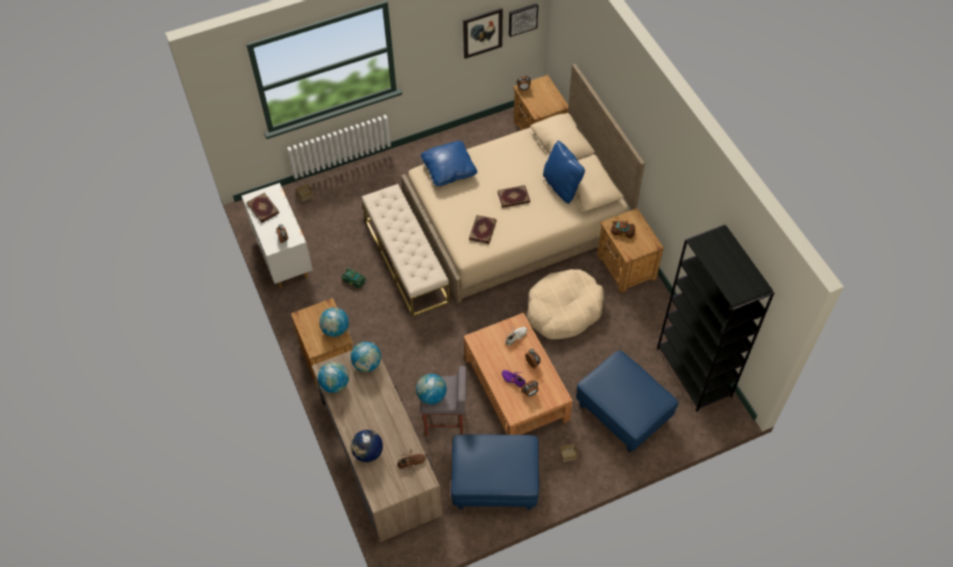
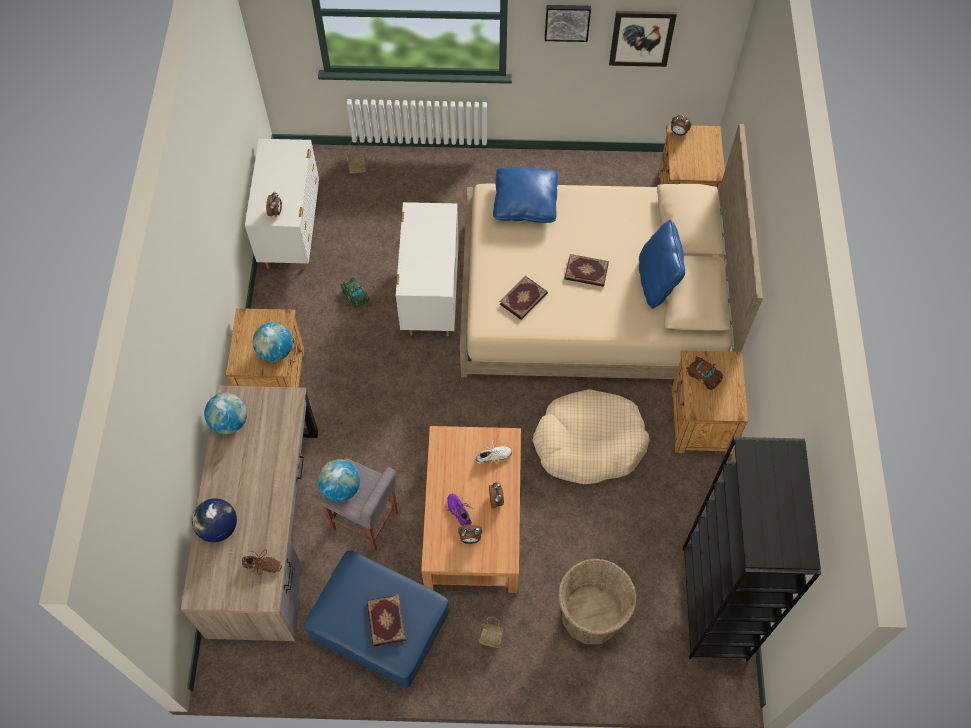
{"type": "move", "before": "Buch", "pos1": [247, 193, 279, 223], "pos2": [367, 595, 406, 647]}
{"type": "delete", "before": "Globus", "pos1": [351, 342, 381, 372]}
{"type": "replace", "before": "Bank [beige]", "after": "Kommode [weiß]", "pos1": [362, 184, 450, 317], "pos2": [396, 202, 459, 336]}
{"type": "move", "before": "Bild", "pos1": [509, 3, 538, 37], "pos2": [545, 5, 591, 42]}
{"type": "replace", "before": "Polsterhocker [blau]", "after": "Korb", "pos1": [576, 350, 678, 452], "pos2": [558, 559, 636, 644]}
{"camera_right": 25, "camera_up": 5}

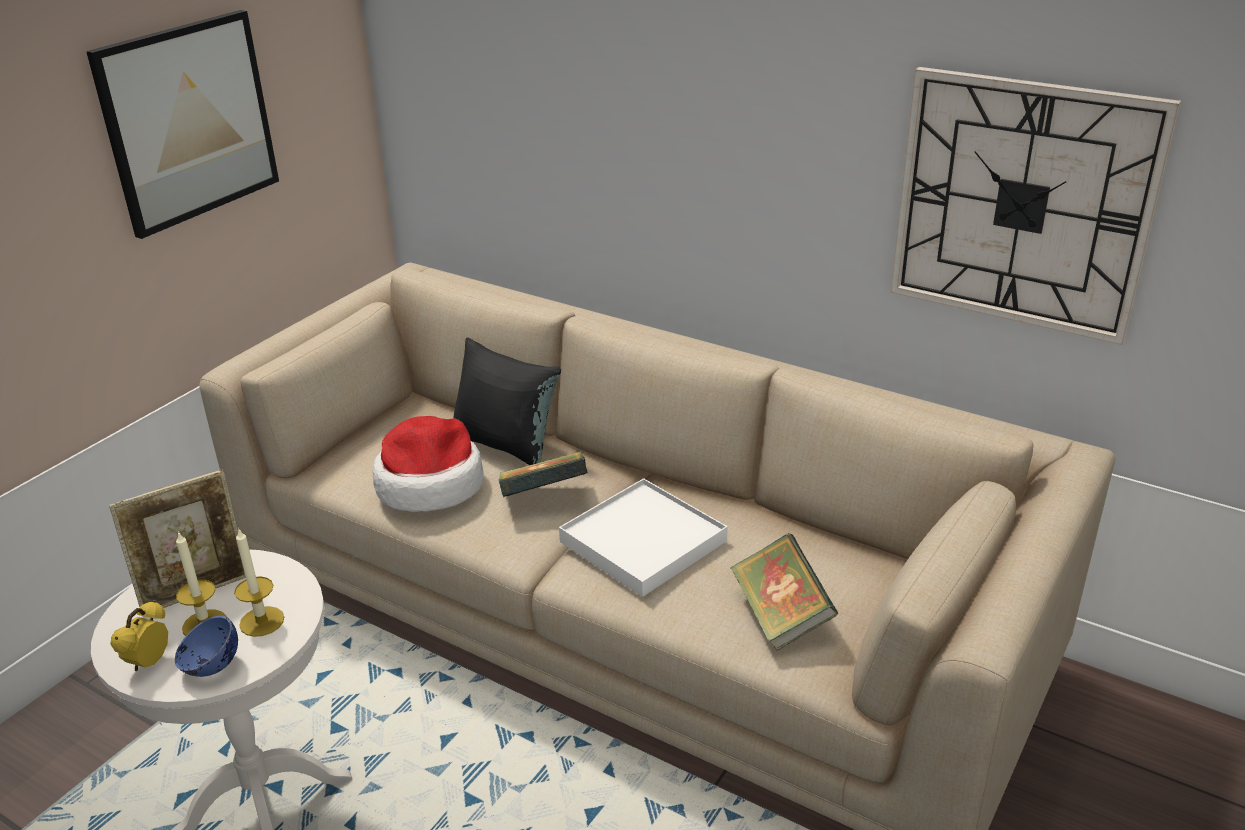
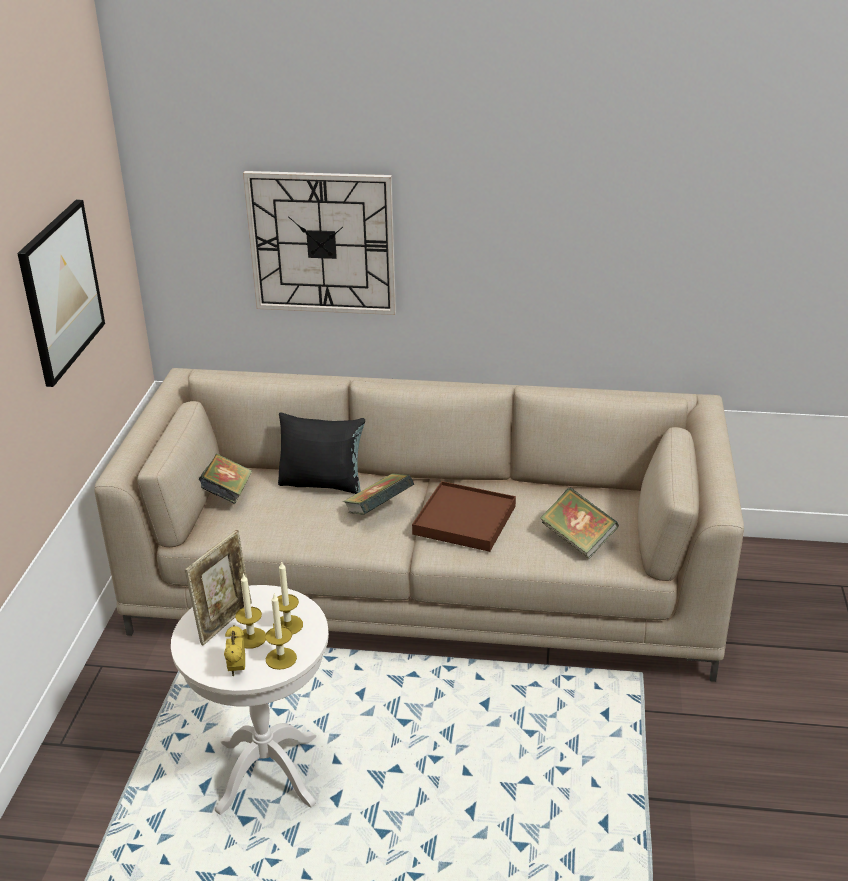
{"type": "replace", "before": "Schüssel [blau]", "after": "Kerze", "pos1": [175, 616, 238, 677], "pos2": [265, 594, 297, 670]}
{"type": "delete", "before": "Hut", "pos1": [373, 416, 484, 512]}
{"type": "recolor", "before": "Tablett [weiß]", "after": "Tablett [braun]", "pos1": [559, 478, 728, 597], "pos2": [412, 481, 516, 552]}
{"type": "move", "before": "Wanduhr", "pos1": [891, 67, 1181, 345], "pos2": [243, 171, 396, 315]}
{"type": "insert", "after": "Buch", "pos2": [199, 453, 252, 504]}
{"camera_right": -25, "camera_up": 0}

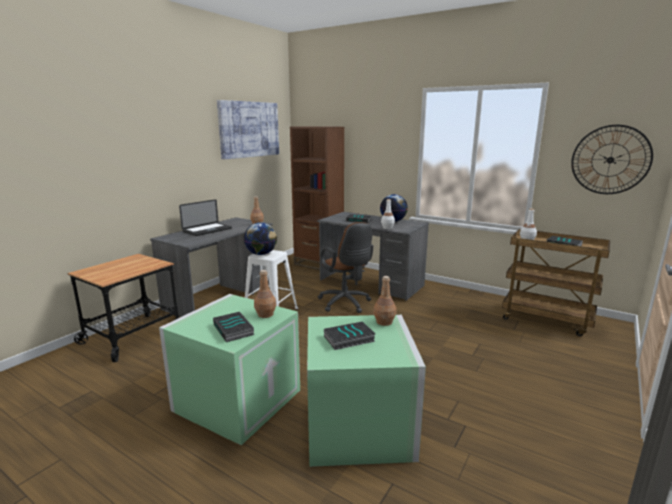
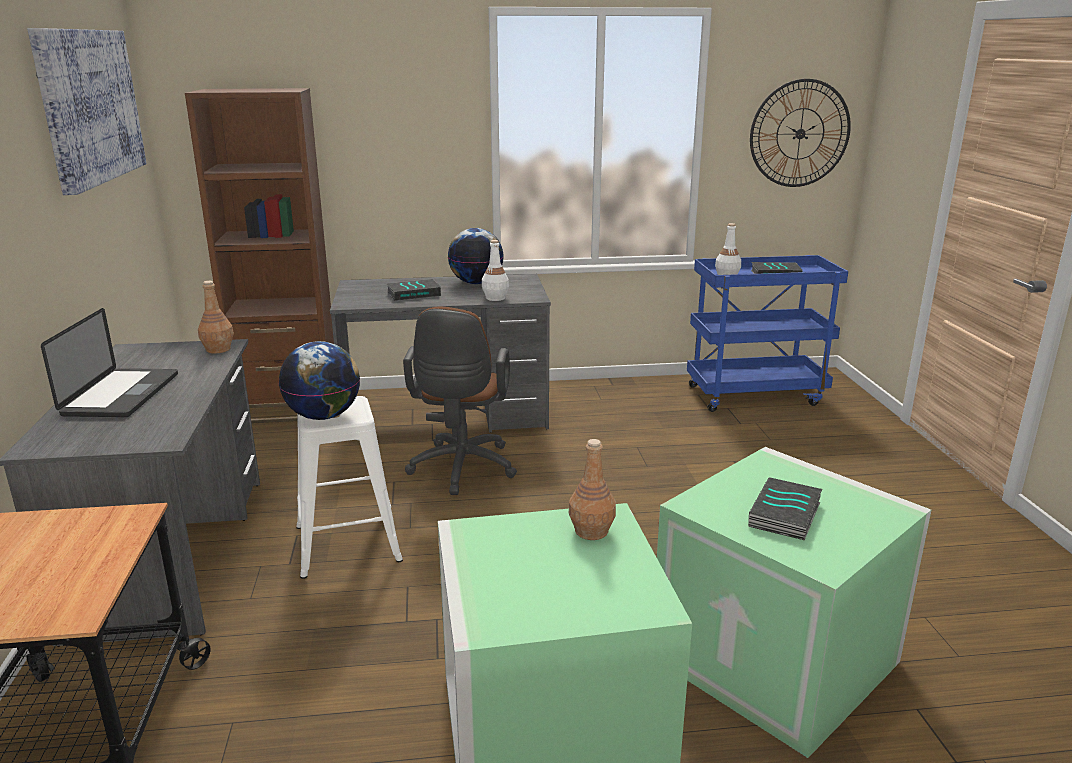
{"type": "delete", "before": "Buch", "pos1": [213, 312, 254, 342]}
{"type": "rotate", "before": "Bürostuhl [braun]", "pos1": [318, 222, 373, 313], "pos2": [403, 307, 517, 495], "turn": 75}
{"type": "delete", "before": "Flasche [braun]", "pos1": [373, 276, 396, 326]}
{"type": "recolor", "before": "Rollwagen [braun]", "after": "Rollwagen [blau]", "pos1": [502, 229, 610, 336], "pos2": [687, 255, 848, 412]}
{"camera_right": -40, "camera_up": 5}

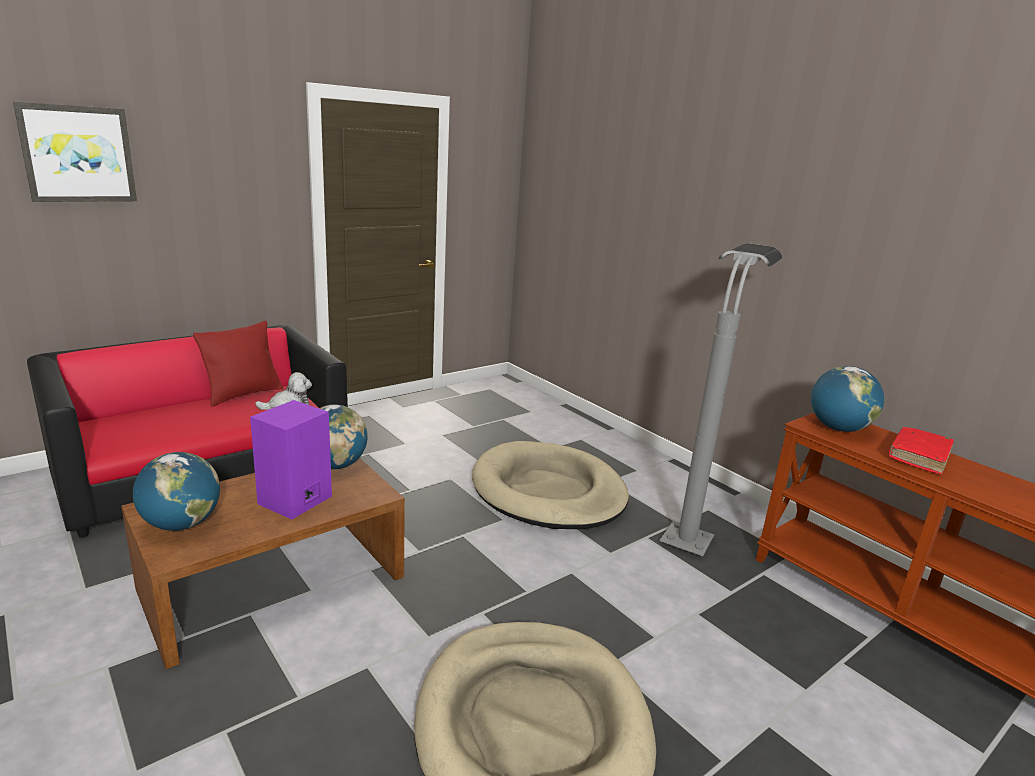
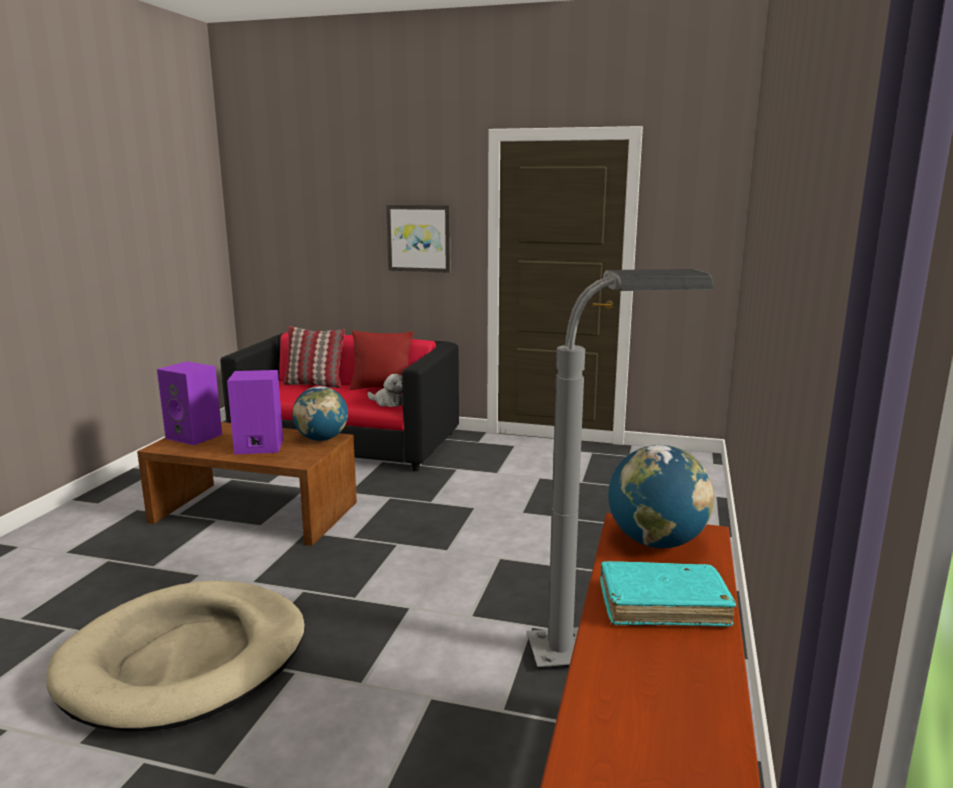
{"type": "move", "before": "Bild", "pos1": [13, 102, 137, 202], "pos2": [386, 205, 450, 273]}
{"type": "replace", "before": "Globus", "after": "Lautsprecher [lila]", "pos1": [133, 452, 220, 531], "pos2": [157, 361, 222, 445]}
{"type": "delete", "before": "Hundebett [beige]", "pos1": [472, 441, 629, 529]}
{"type": "recolor", "before": "Buch [rot]", "after": "Buch [türkis]", "pos1": [889, 427, 954, 475], "pos2": [600, 561, 736, 627]}
{"type": "insert", "after": "Kissen", "pos2": [283, 326, 345, 388]}
{"camera_right": 55, "camera_up": -5}

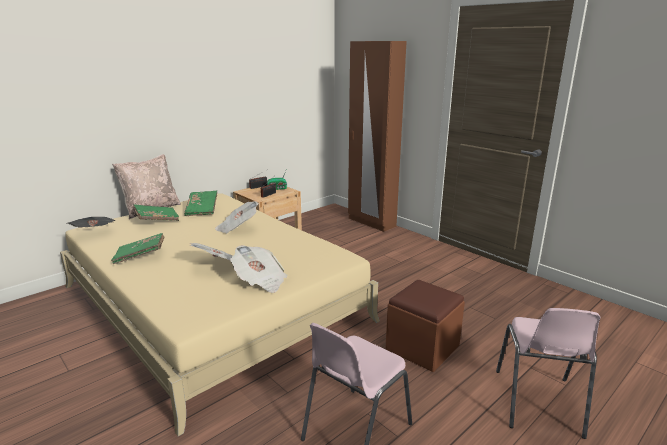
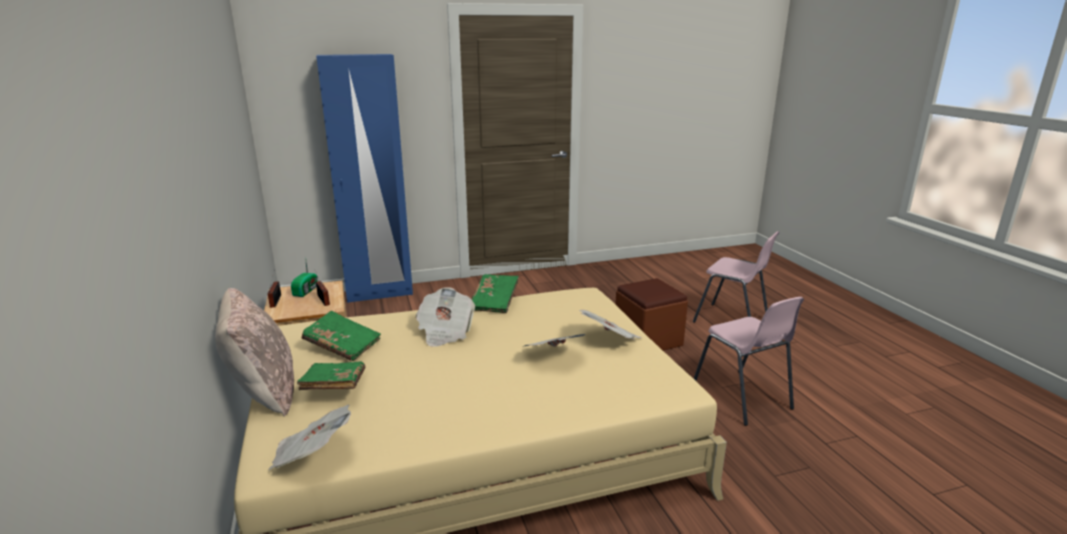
{"type": "move", "before": "Buch [grün]", "pos1": [111, 233, 165, 264], "pos2": [472, 274, 519, 313]}
{"type": "recolor", "before": "Kleiderschrank [braun]", "after": "Kleiderschrank [blau]", "pos1": [348, 41, 407, 232], "pos2": [316, 54, 413, 303]}
{"camera_right": -65, "camera_up": 0}

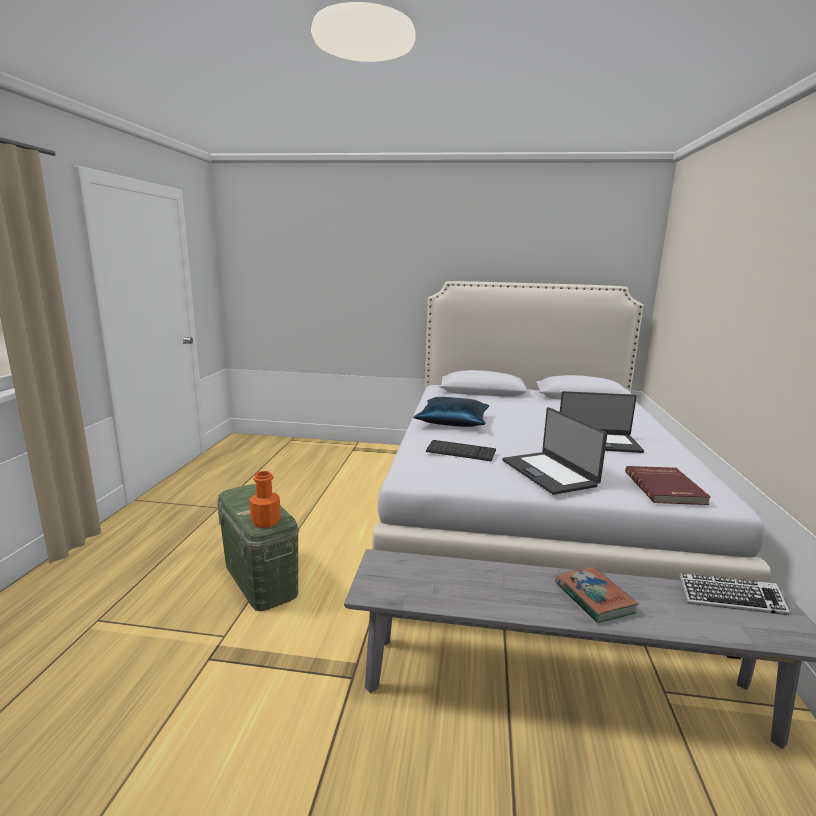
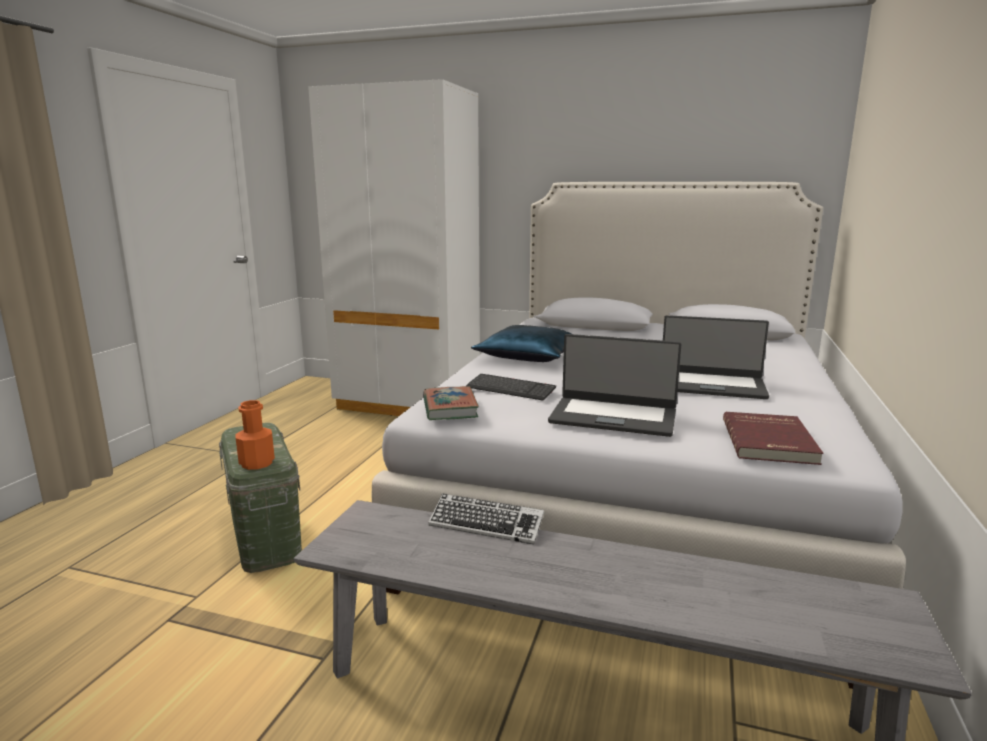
{"type": "rotate", "before": "Laptop", "pos1": [502, 407, 607, 495], "pos2": [548, 334, 681, 437], "turn": -60}
{"type": "move", "before": "Buch", "pos1": [555, 567, 639, 623], "pos2": [423, 386, 479, 420]}
{"type": "move", "before": "Tastatur", "pos1": [679, 573, 790, 615], "pos2": [428, 494, 544, 544]}
{"type": "insert", "after": "Kleiderschrank [weiß]", "pos2": [308, 79, 480, 416]}
{"camera_right": 10, "camera_up": 0}

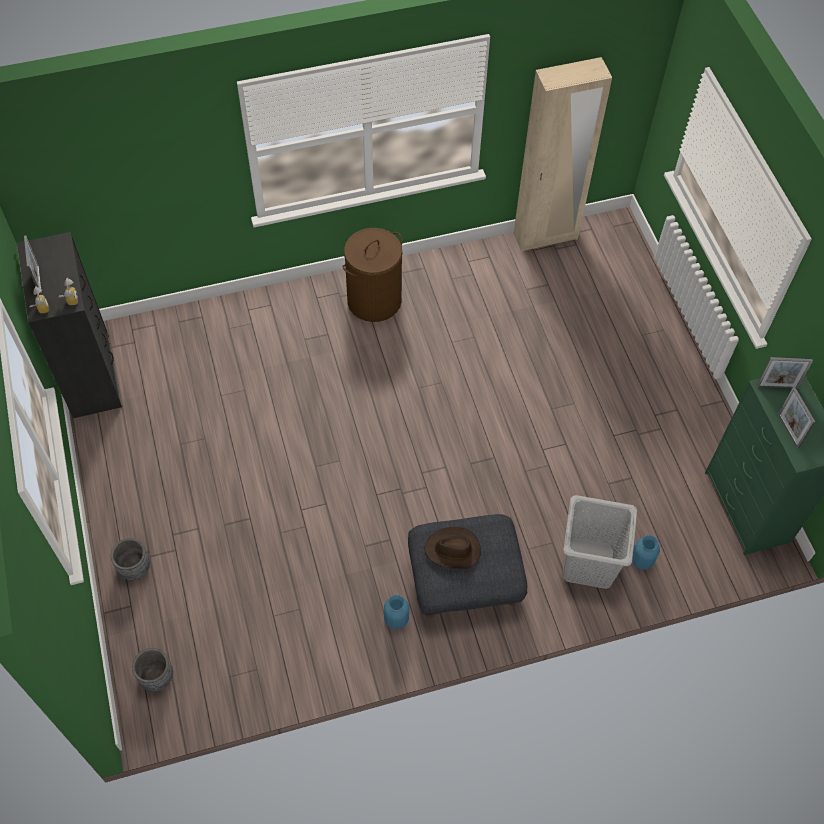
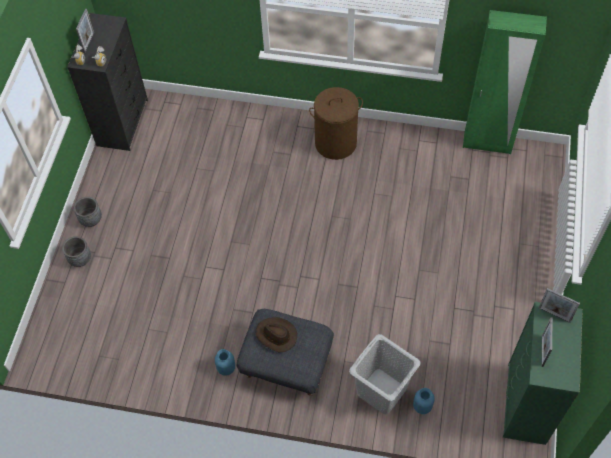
{"type": "move", "before": "Pflanzkübel [grau]", "pos1": [132, 648, 173, 692], "pos2": [74, 197, 102, 227]}
{"type": "recolor", "before": "Kleiderschrank [beige]", "after": "Kleiderschrank [grün]", "pos1": [514, 57, 612, 252], "pos2": [463, 10, 547, 154]}
{"camera_right": 30, "camera_up": 0}

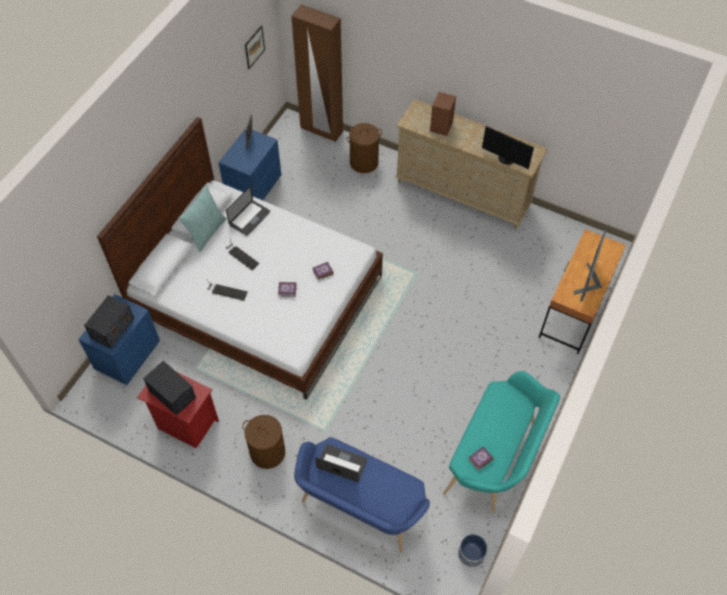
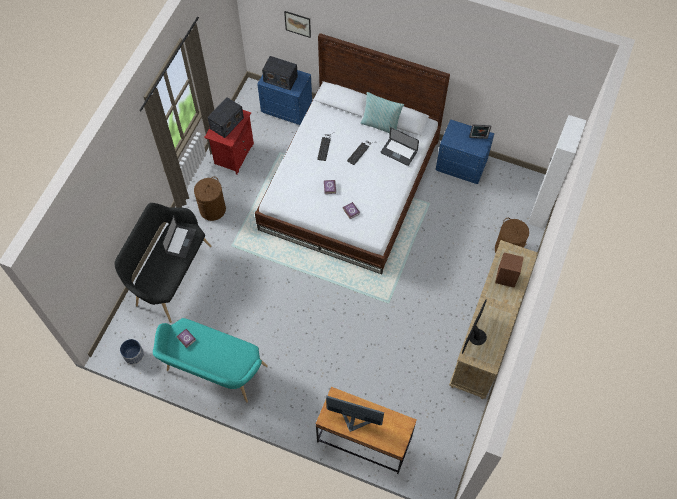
{"type": "move", "before": "Bild", "pos1": [245, 26, 265, 69], "pos2": [284, 11, 311, 38]}
{"type": "recolor", "before": "Kleiderschrank [braun]", "after": "Kleiderschrank [weiß]", "pos1": [291, 4, 343, 142], "pos2": [529, 115, 587, 229]}
{"type": "recolor", "before": "Bank [blau]", "after": "Bank [schwarz]", "pos1": [294, 437, 430, 552], "pos2": [114, 203, 212, 323]}
{"camera_right": 85, "camera_up": 5}

